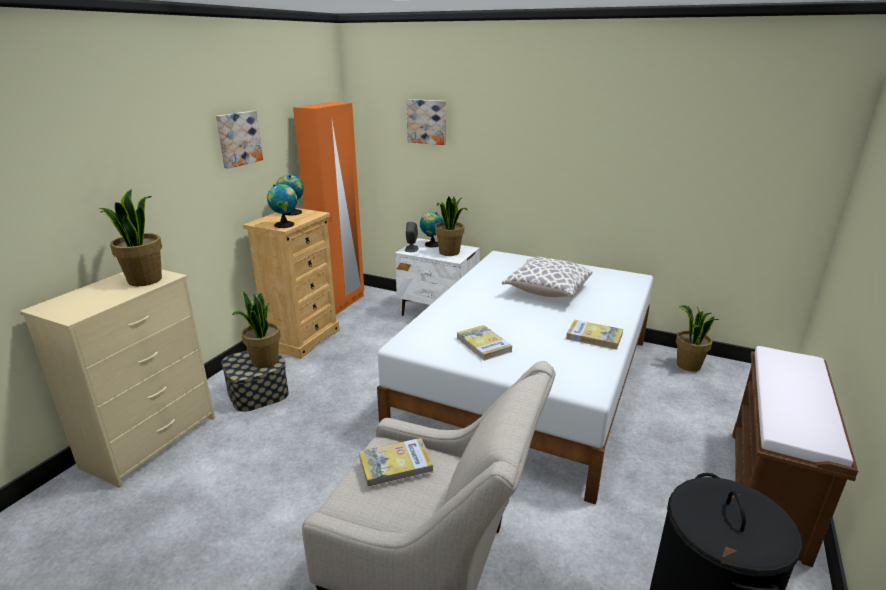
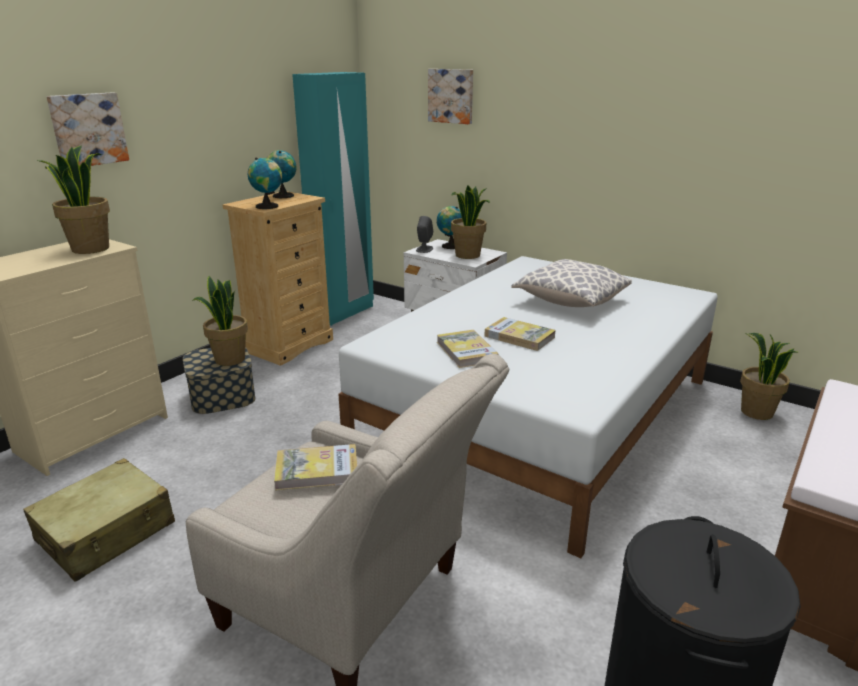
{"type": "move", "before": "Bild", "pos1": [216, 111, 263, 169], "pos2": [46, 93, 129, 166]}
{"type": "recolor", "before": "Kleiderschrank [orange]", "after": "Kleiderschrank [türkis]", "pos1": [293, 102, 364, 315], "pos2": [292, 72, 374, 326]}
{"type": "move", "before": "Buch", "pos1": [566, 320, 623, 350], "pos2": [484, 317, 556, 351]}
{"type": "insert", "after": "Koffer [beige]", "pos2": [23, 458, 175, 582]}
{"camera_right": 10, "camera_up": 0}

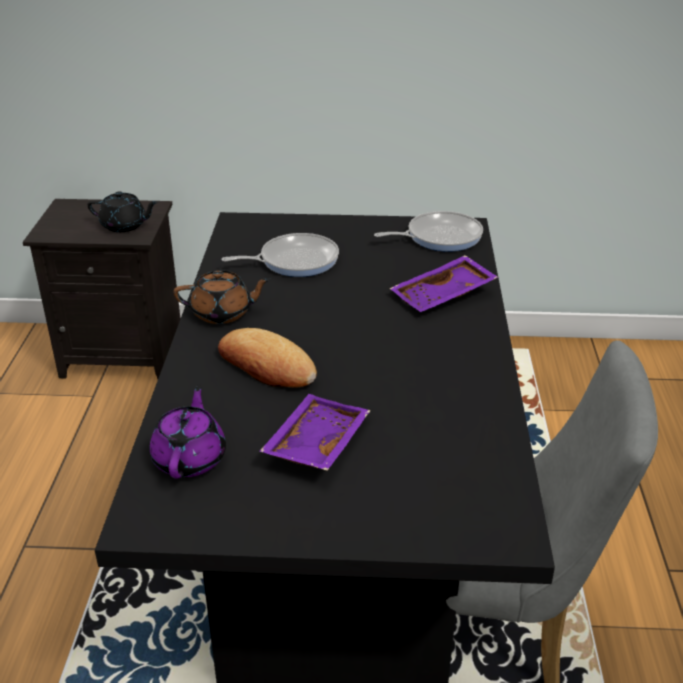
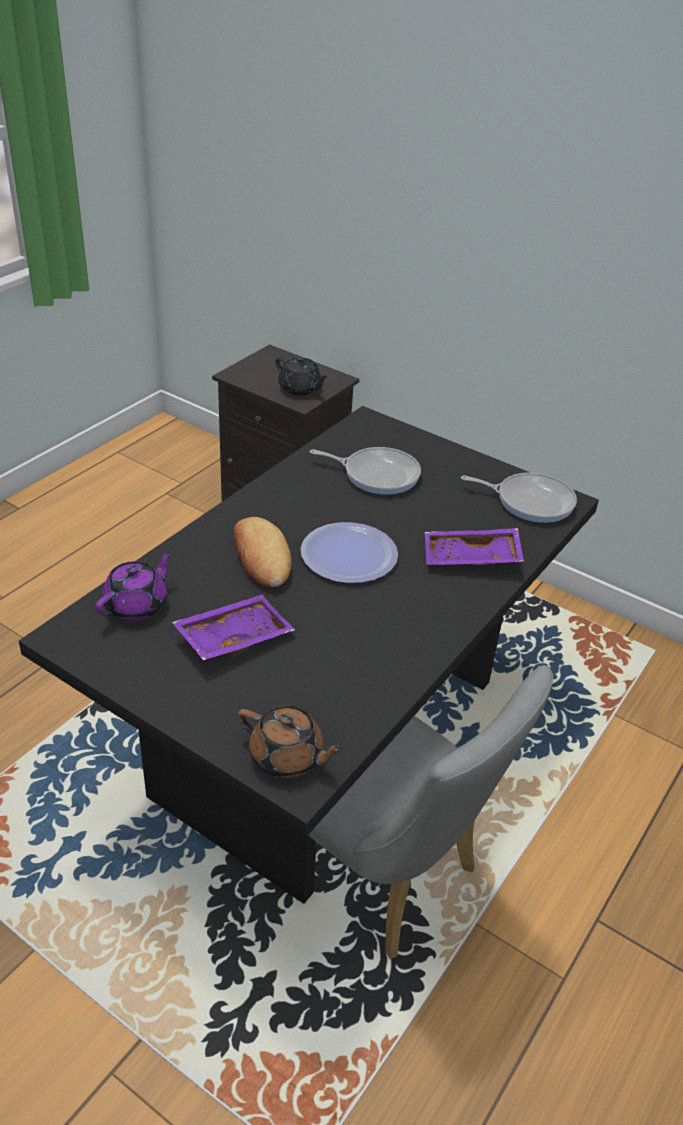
{"type": "move", "before": "Teekanne [braun]", "pos1": [173, 271, 271, 324], "pos2": [237, 705, 345, 778]}
{"type": "insert", "after": "Teller", "pos2": [301, 522, 398, 583]}
{"camera_right": 30, "camera_up": 5}

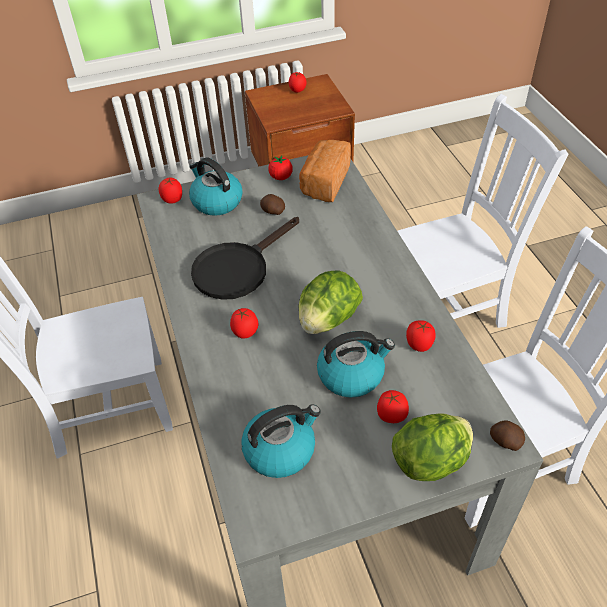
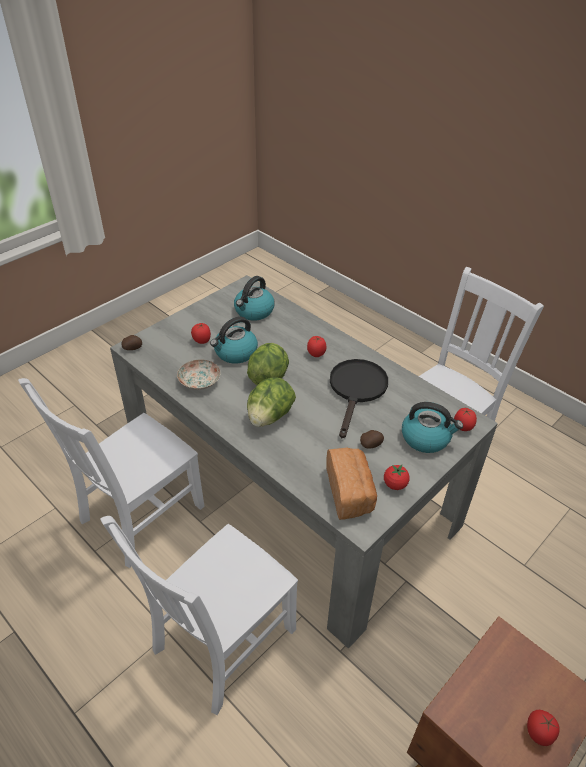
{"type": "move", "before": "Salatkopf", "pos1": [392, 413, 473, 481], "pos2": [247, 377, 296, 427]}
{"type": "replace", "before": "Tomate", "after": "Teller", "pos1": [406, 320, 436, 352], "pos2": [177, 360, 220, 390]}
{"camera_right": 150, "camera_up": -5}

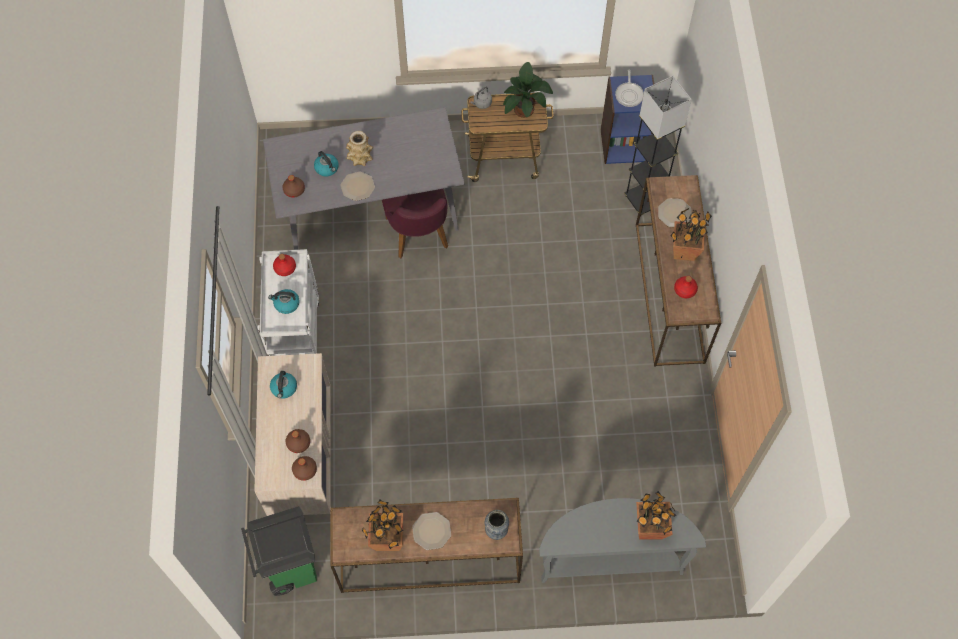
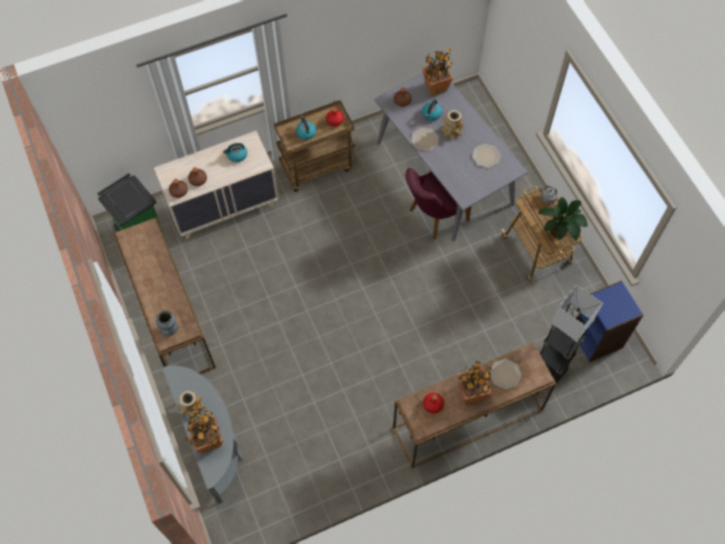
{"type": "recolor", "before": "Rollwagen [weiß]", "after": "Rollwagen [braun]", "pos1": [258, 249, 319, 356], "pos2": [274, 100, 355, 192]}
{"type": "move", "before": "Topfpflanze", "pos1": [362, 500, 404, 551], "pos2": [422, 47, 453, 96]}
{"type": "move", "before": "Teller", "pos1": [412, 512, 451, 550], "pos2": [472, 144, 501, 168]}
{"type": "delete", "before": "Pfanne", "pos1": [615, 69, 644, 107]}
{"type": "insert", "after": "Vase", "pos2": [177, 390, 206, 420]}
{"camera_right": 70, "camera_up": 0}

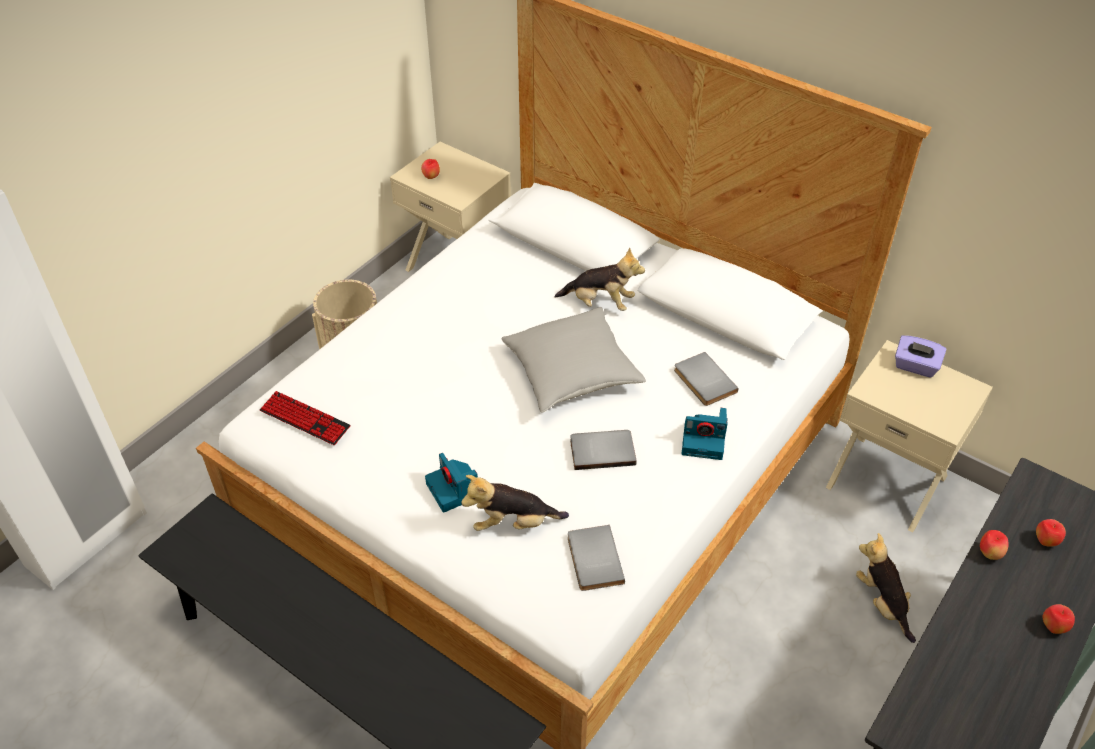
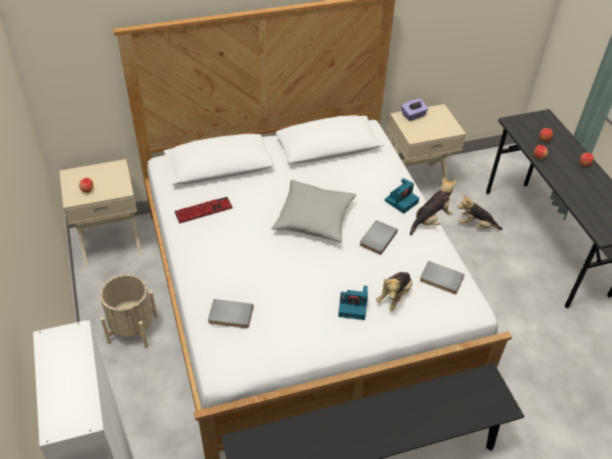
{"type": "move", "before": "Tastatur", "pos1": [260, 391, 350, 445], "pos2": [174, 197, 233, 223]}
{"type": "move", "before": "Plüschtier", "pos1": [555, 247, 645, 311], "pos2": [410, 177, 456, 235]}
{"type": "move", "before": "Buch [grau]", "pos1": [674, 352, 738, 406], "pos2": [208, 299, 254, 328]}
{"camera_right": -55, "camera_up": 0}

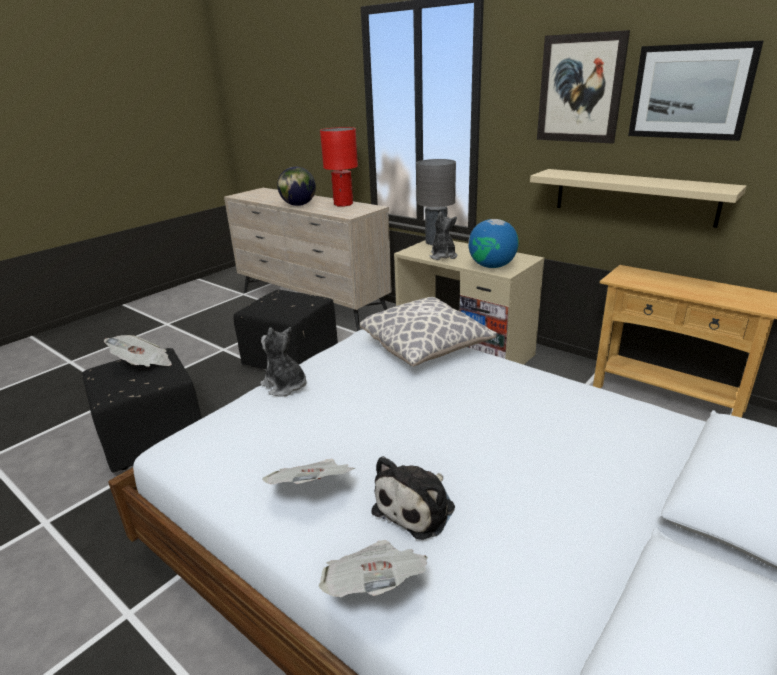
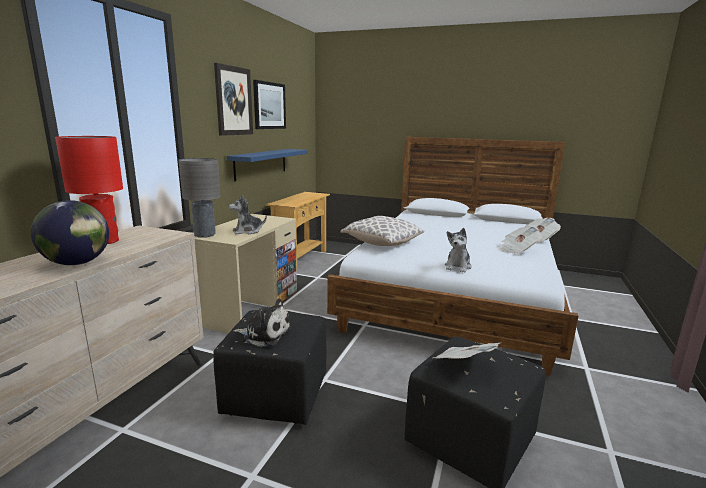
{"type": "move", "before": "Plüschtier", "pos1": [372, 456, 455, 540], "pos2": [233, 299, 292, 347]}
{"type": "delete", "before": "Globus", "pos1": [468, 219, 519, 268]}
{"type": "recolor", "before": "Wandregal [beige]", "after": "Wandregal [blau]", "pos1": [530, 169, 747, 228], "pos2": [227, 149, 308, 181]}
{"camera_right": -110, "camera_up": -10}

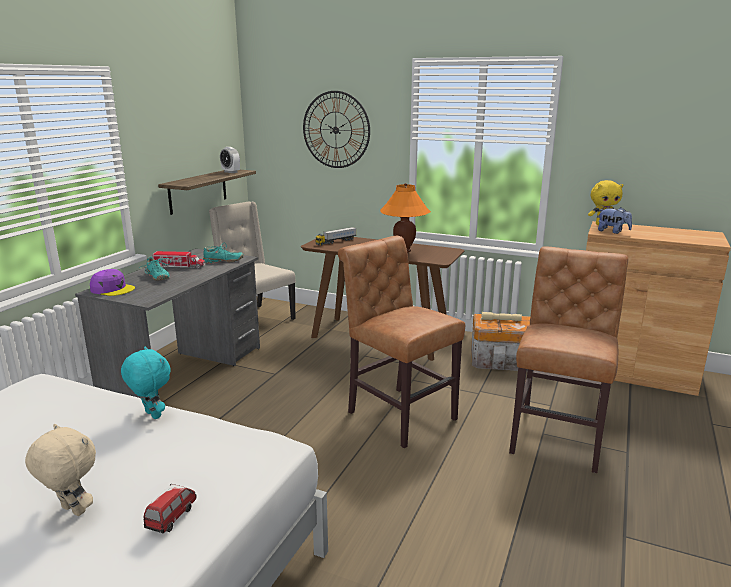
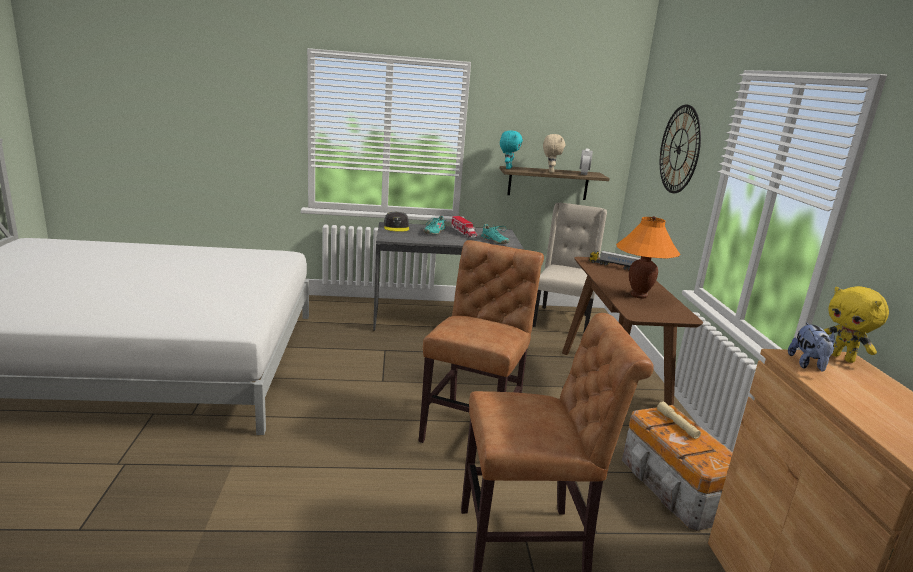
{"type": "move", "before": "Plüschtier [beige]", "pos1": [25, 424, 96, 516], "pos2": [543, 134, 566, 173]}
{"type": "recolor", "before": "Kappe [lila]", "after": "Kappe [grau]", "pos1": [90, 269, 135, 296], "pos2": [384, 212, 409, 232]}
{"type": "move", "before": "Plüschtier [türkis]", "pos1": [121, 347, 170, 419], "pos2": [500, 130, 523, 169]}
{"type": "delete", "before": "Spielzeugauto", "pos1": [143, 484, 197, 533]}
{"camera_right": 60, "camera_up": 0}

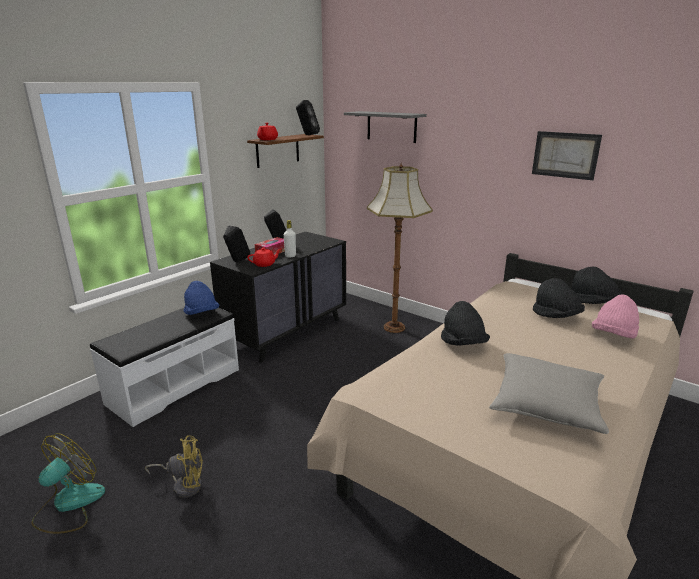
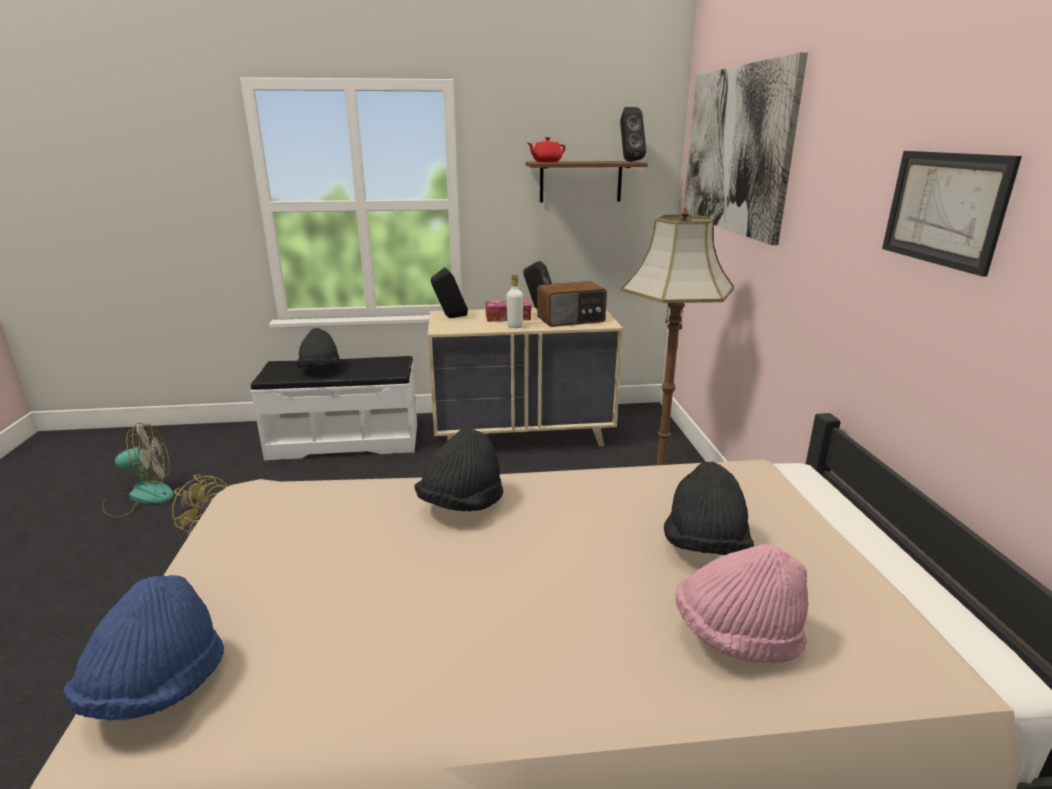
{"type": "move", "before": "Hut [blau]", "pos1": [184, 281, 219, 315], "pos2": [64, 575, 224, 721]}
{"type": "recolor", "before": "Kommode [schwarz]", "after": "Kommode [beige]", "pos1": [210, 232, 346, 362], "pos2": [428, 308, 623, 447]}
{"type": "delete", "before": "Teekanne [rot]", "pos1": [247, 247, 281, 267]}
{"type": "replace", "before": "Wandregal [grau]", "after": "Bild", "pos1": [344, 111, 427, 143], "pos2": [684, 52, 808, 245]}
{"type": "delete", "before": "Kissen [grau]", "pos1": [489, 353, 609, 434]}
{"type": "move", "before": "Hut [schwarz]", "pos1": [572, 266, 621, 304], "pos2": [296, 328, 340, 368]}
{"type": "insert", "after": "Radio", "pos2": [537, 281, 607, 327]}
{"camera_right": 45, "camera_up": 0}

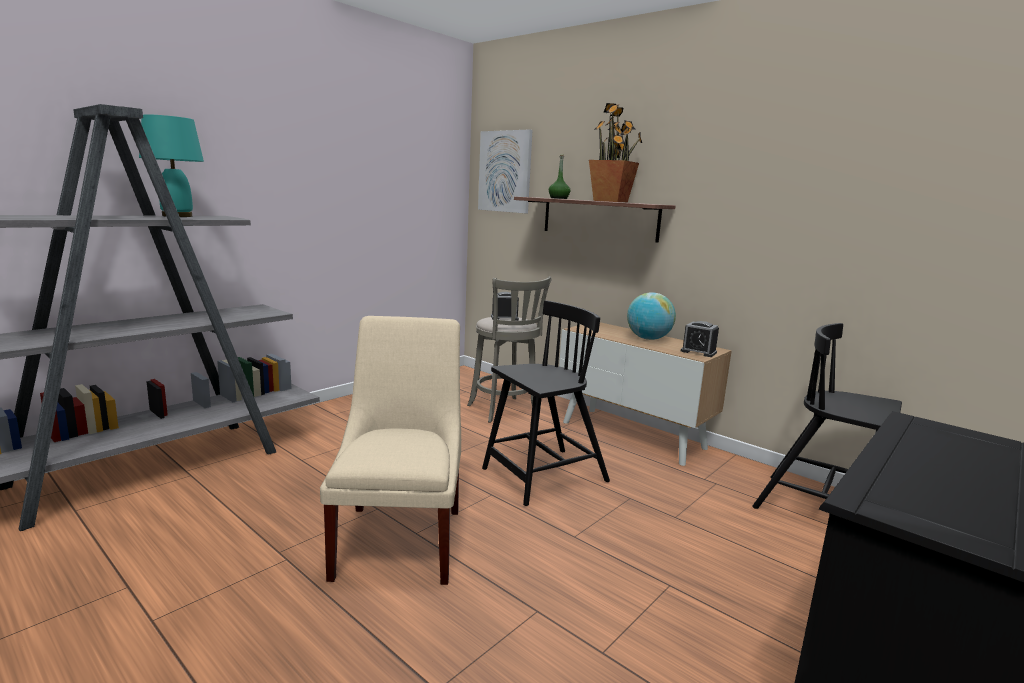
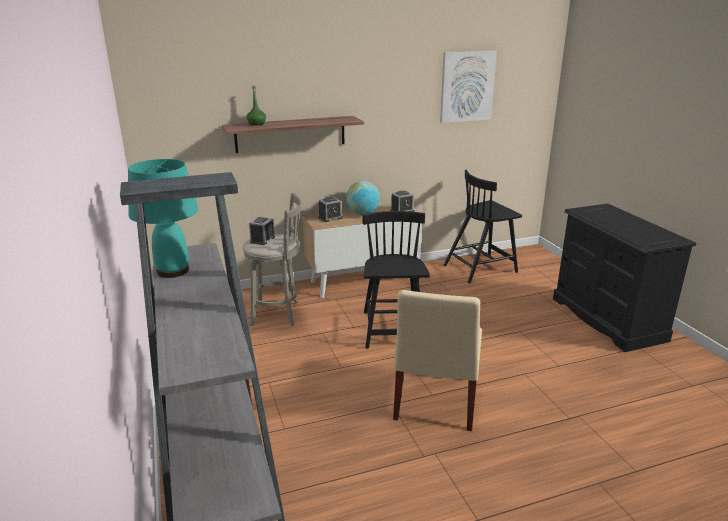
{"type": "rotate", "before": "Stuhl [beige]", "pos1": [320, 316, 461, 585], "pos2": [393, 290, 482, 431], "turn": -105}
{"type": "move", "before": "Bild", "pos1": [478, 129, 532, 213], "pos2": [440, 51, 497, 123]}
{"type": "delete", "before": "Topfpflanze", "pos1": [589, 103, 642, 202]}
{"type": "insert", "after": "Wecker", "pos2": [318, 197, 343, 222]}
{"camera_right": -60, "camera_up": 10}

